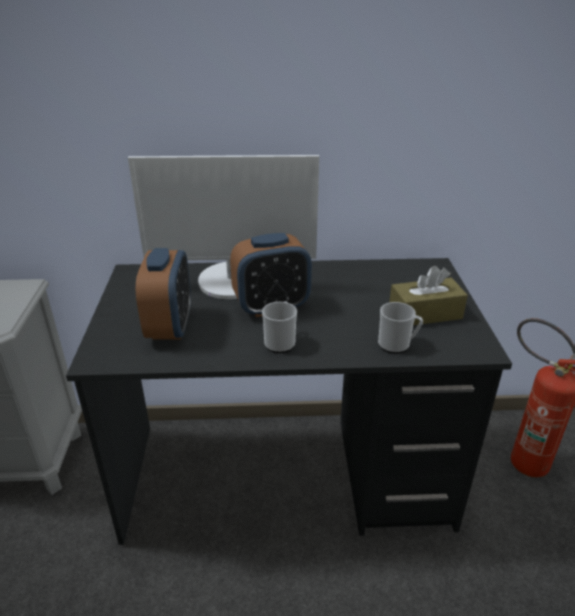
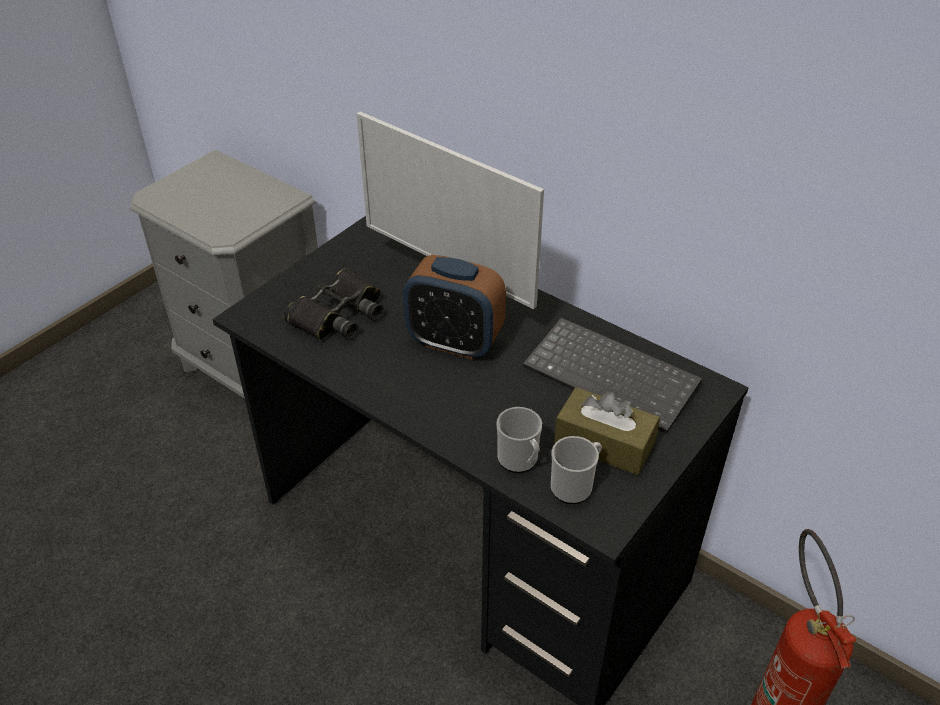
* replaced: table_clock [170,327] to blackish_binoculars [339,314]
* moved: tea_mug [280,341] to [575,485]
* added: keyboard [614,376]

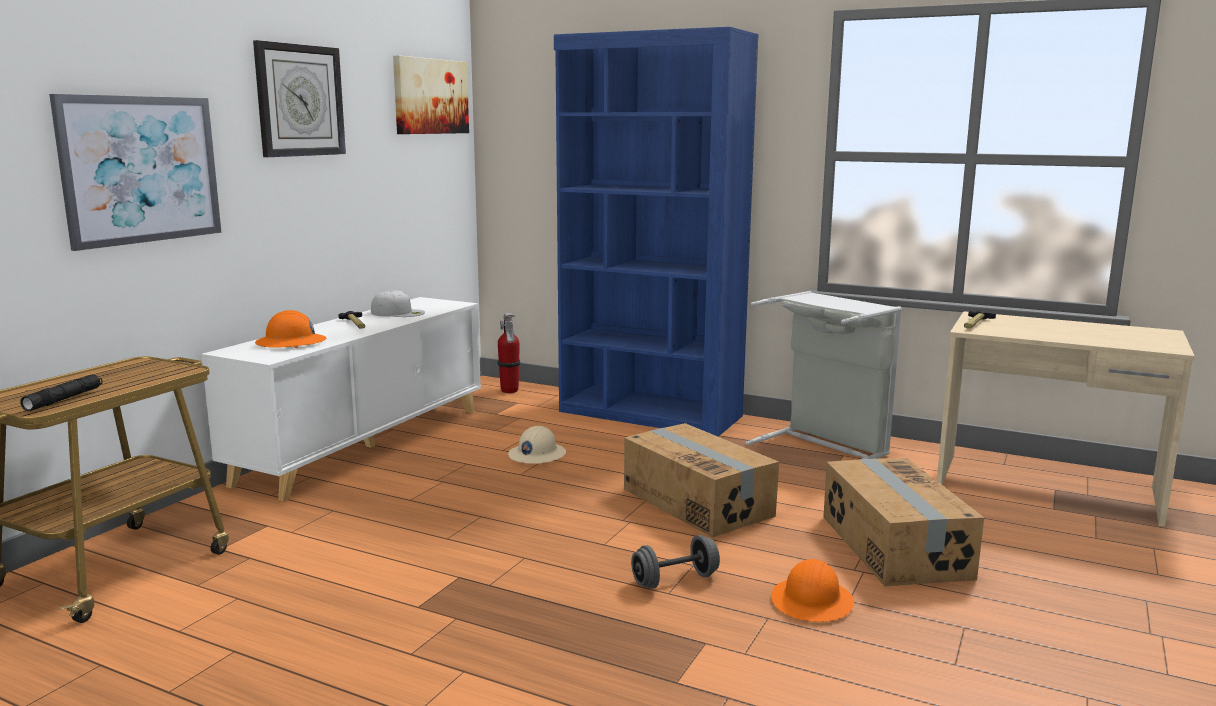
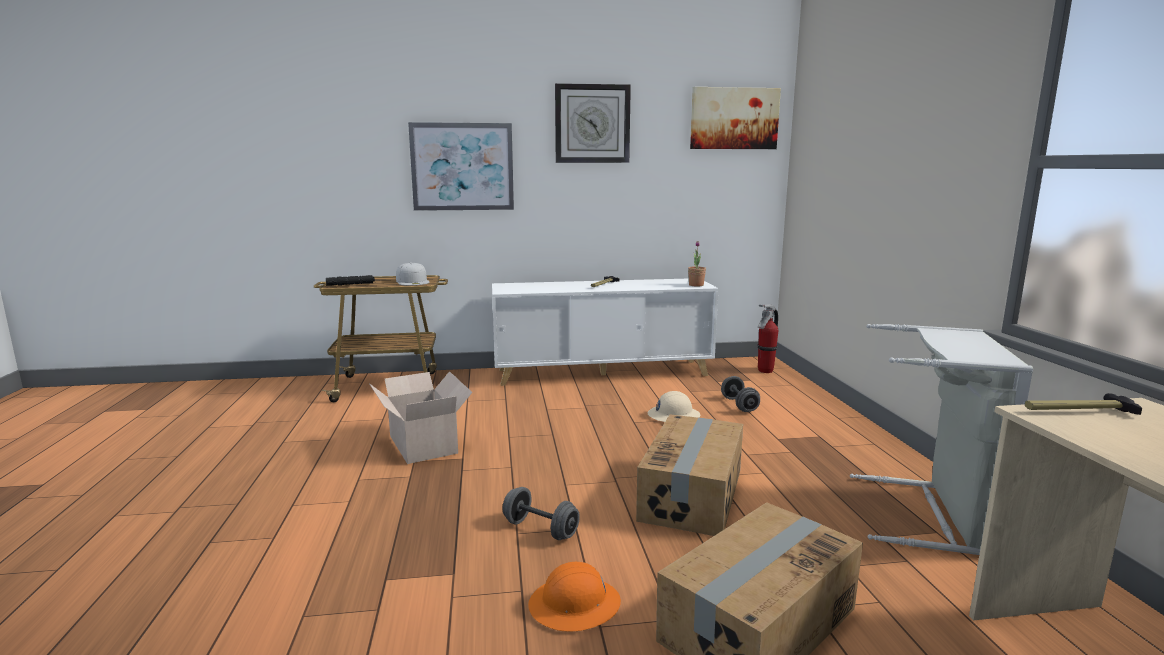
* removed: orangey_hard_hat [291,343]
* moved: white-coloured_peaked_cap [398,313] to [413,281]
* removed: bluish_bookcase [650,414]
* added: carton [423,443]
* added: potted_plant [696,285]
* added: greyish_dumbbell [739,405]

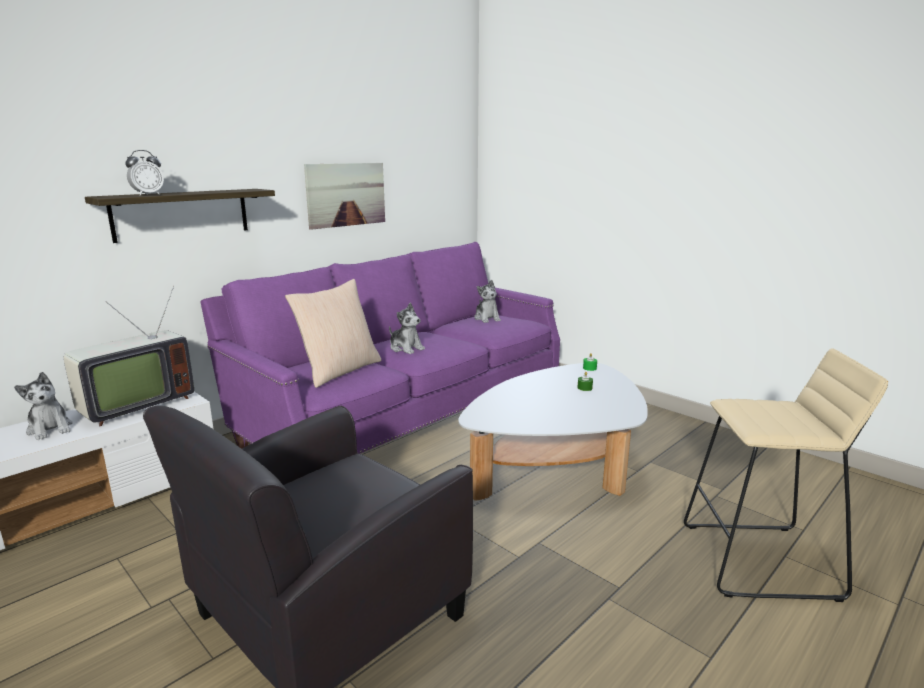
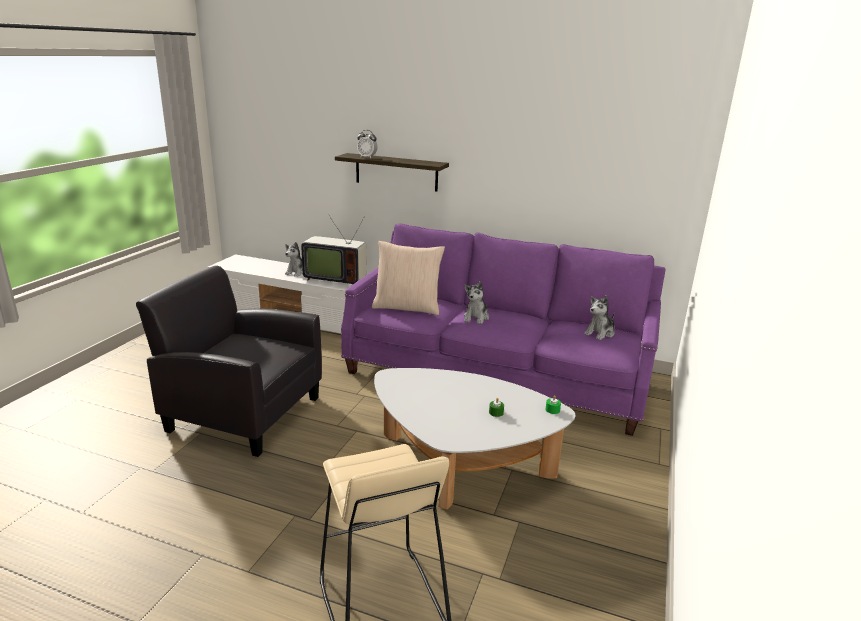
* removed: wall_picture [346,194]

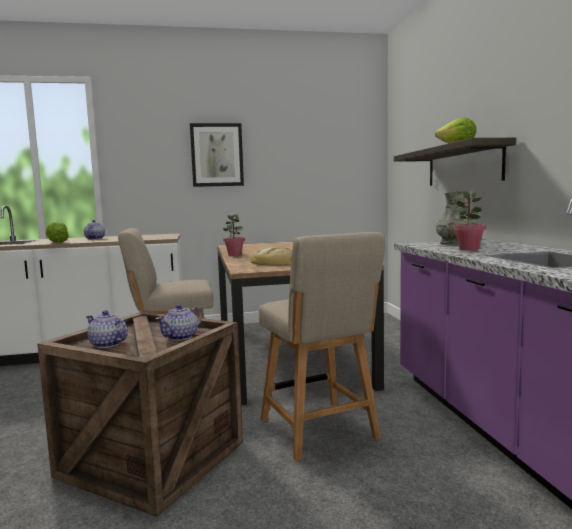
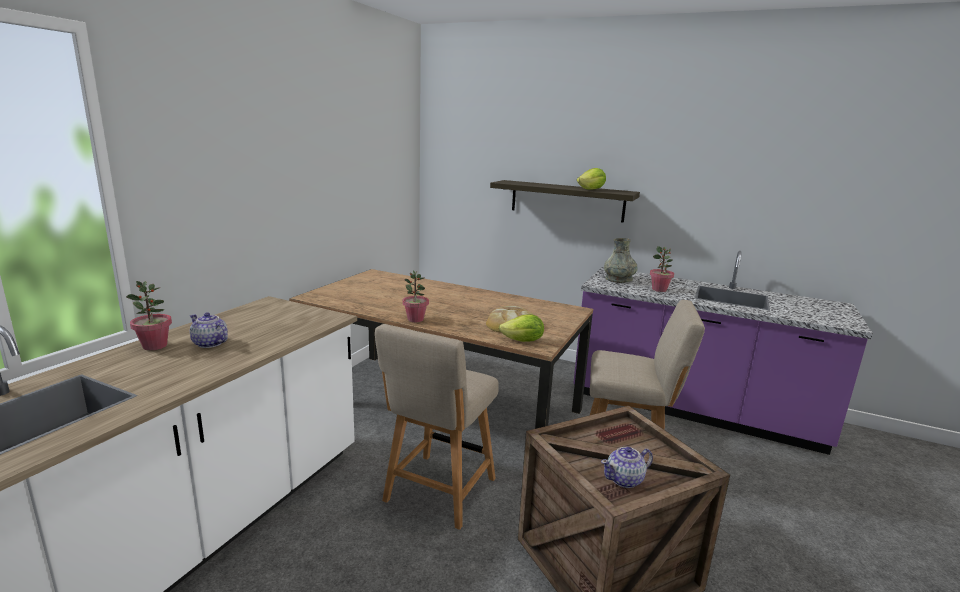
* moved: head_of_lettuce [57,242] to [523,341]
* removed: teapot [181,337]
* removed: wall_picture [217,155]
* added: potted_plant [155,346]

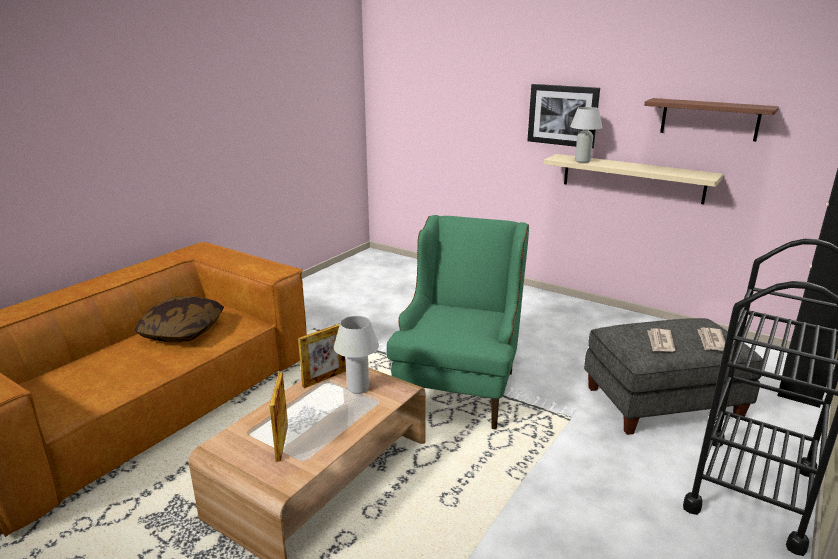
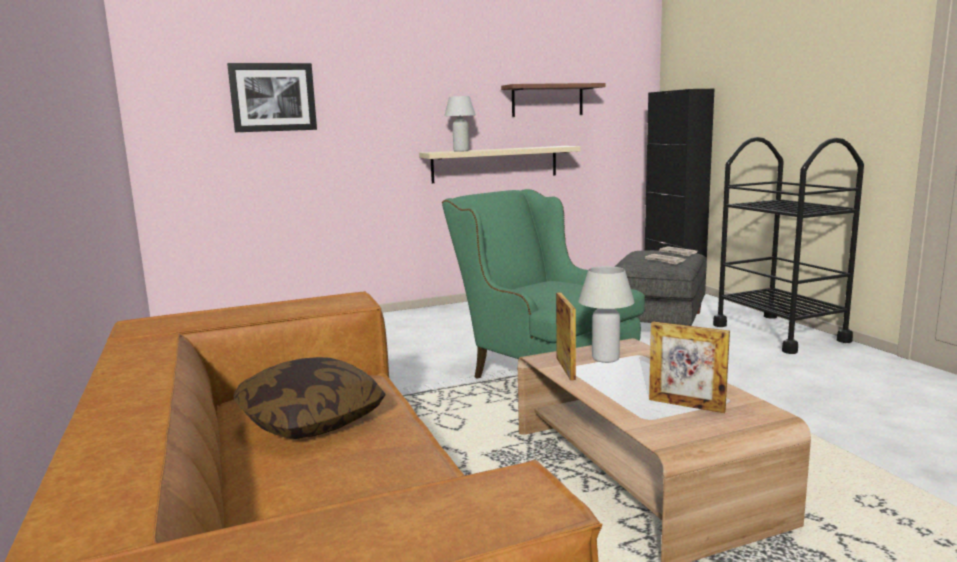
* moved: wall_picture [562,115] to [273,97]

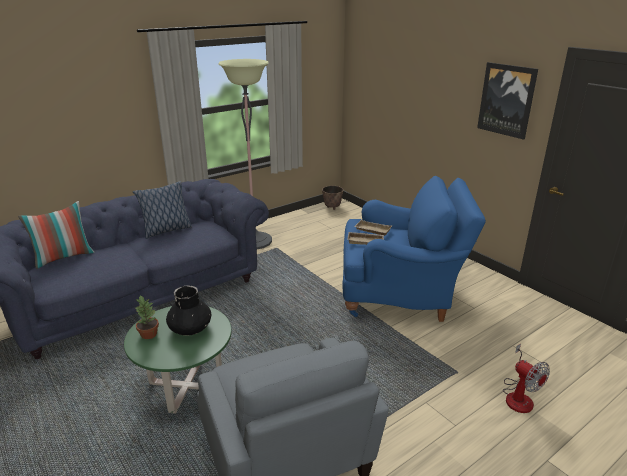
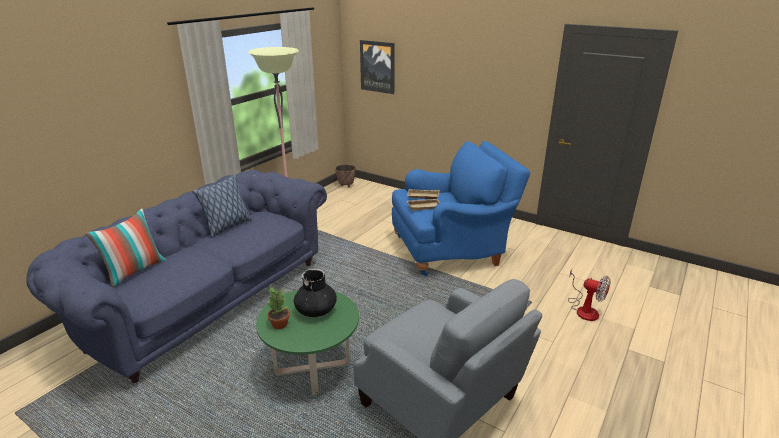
* moved: wall_picture [506,100] to [377,66]

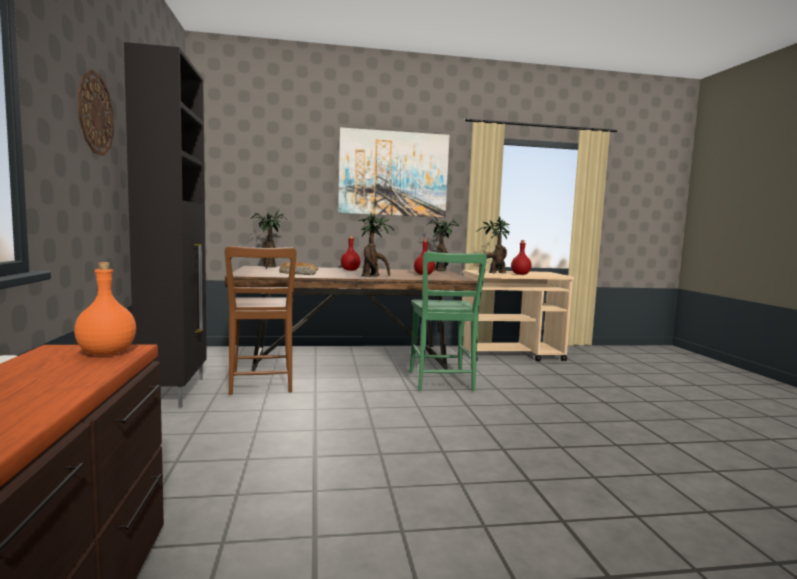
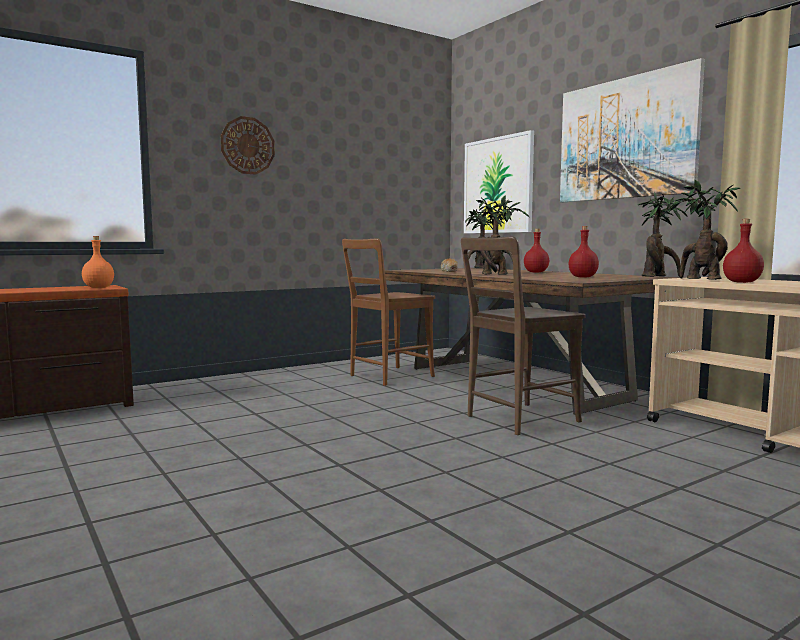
* removed: blackish_storage_cabinet [175,392]
* recoloured: green_plain_chair [441,382] to brown_plain_chair [517,419]
* added: wall_picture [498,185]

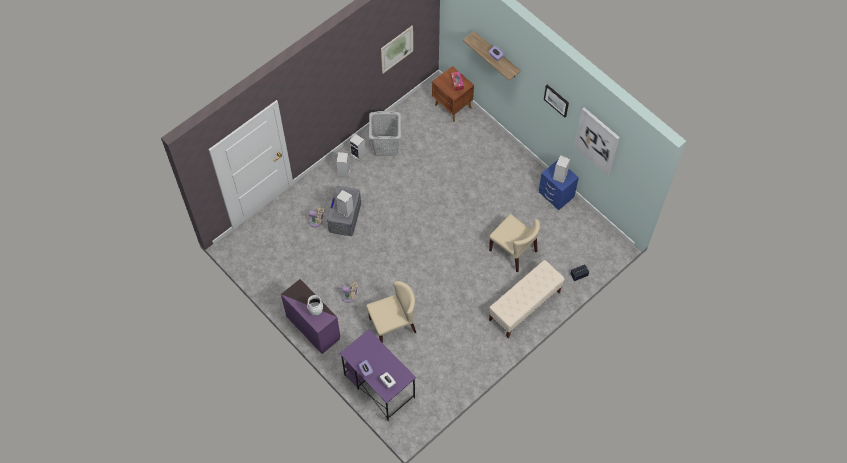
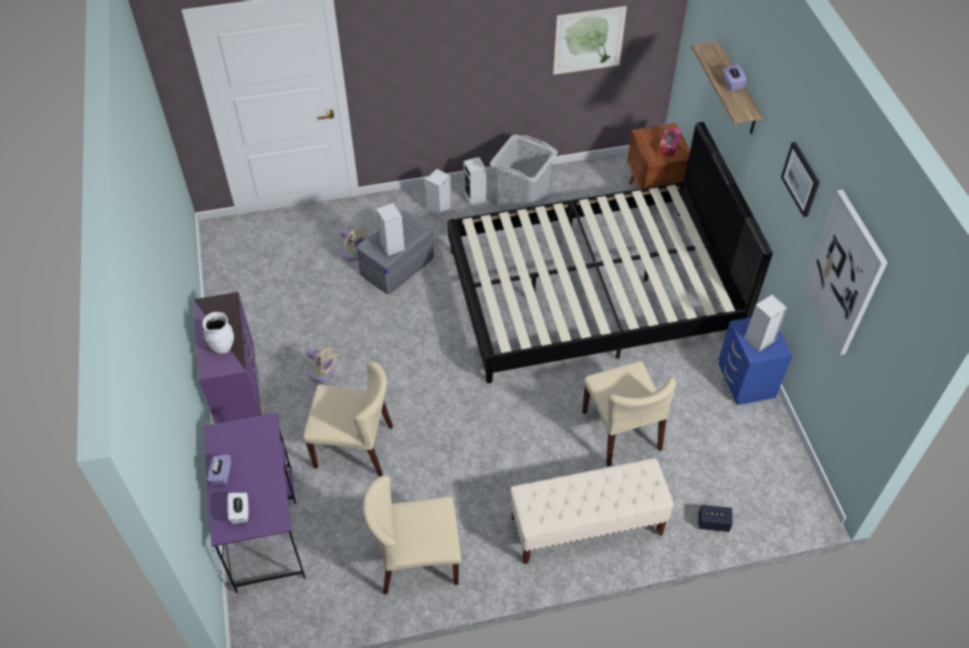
* added: beige-coloured_plain_chair [417,560]
* added: blackish_sleeping_bed [592,293]

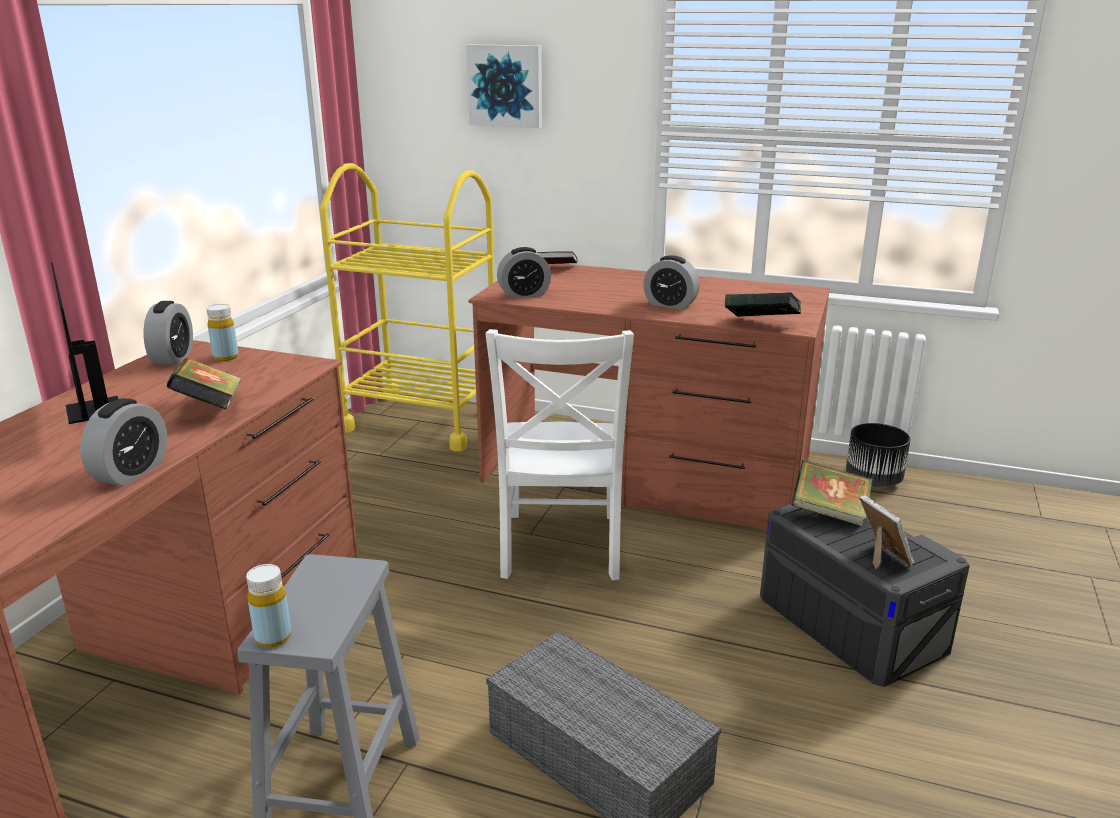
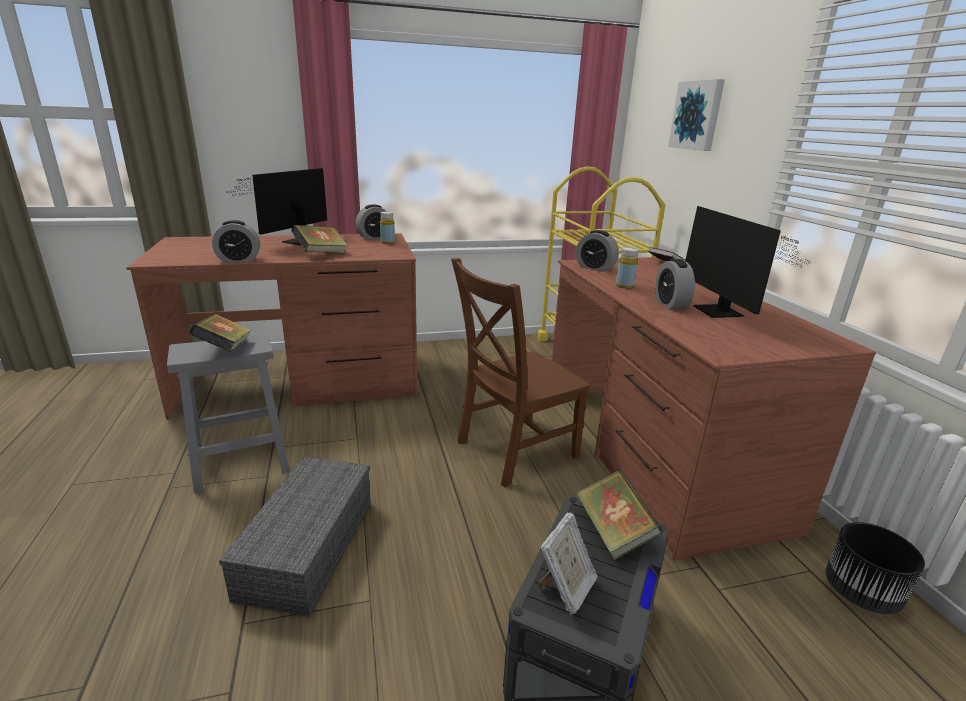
* moved: yellow-coloured_beverage_bottle [273,637] to [624,286]
* recoloured: white-coloured_plain_chair [560,549] to brown_plain_chair [512,451]
* moved: book [761,325] to [225,349]
* added: computer_screen [719,313]

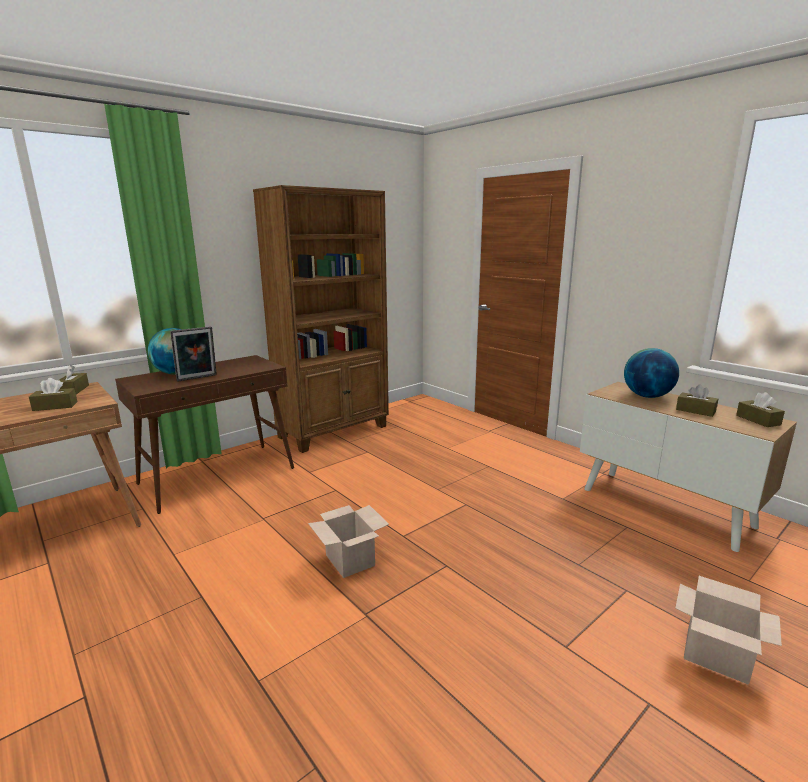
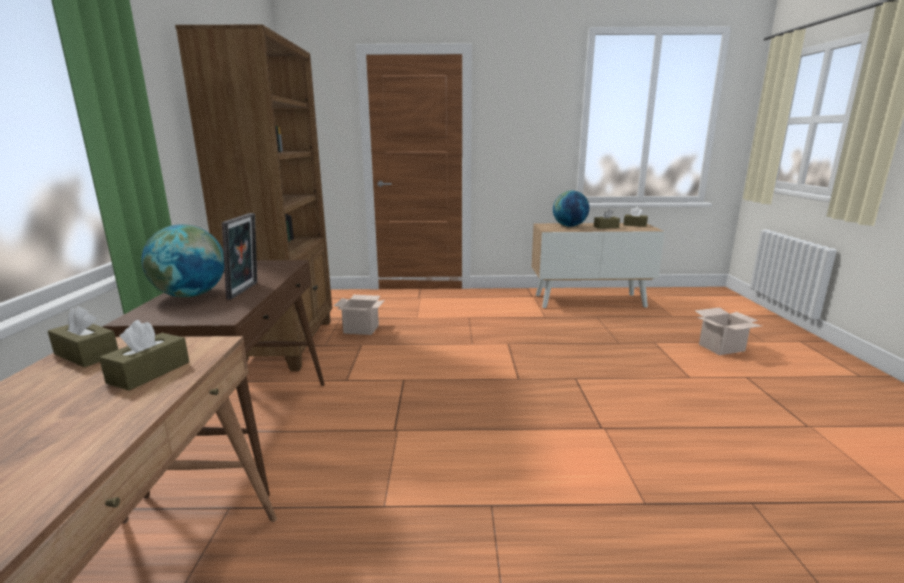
* moved: carton [351,560] to [362,329]

